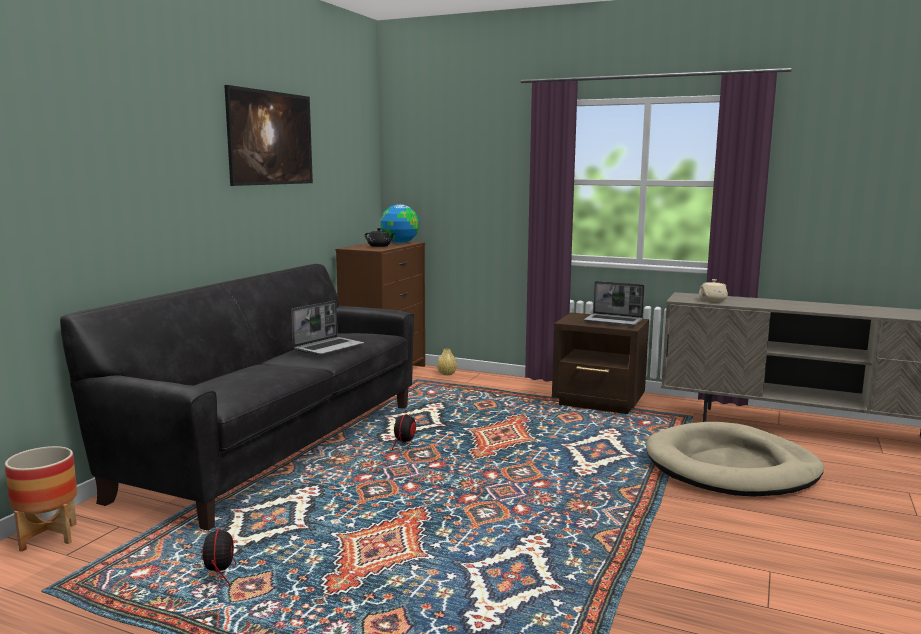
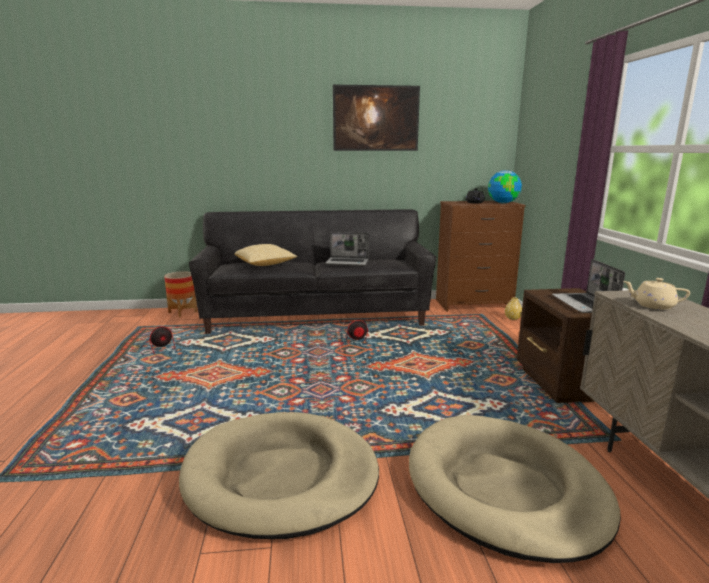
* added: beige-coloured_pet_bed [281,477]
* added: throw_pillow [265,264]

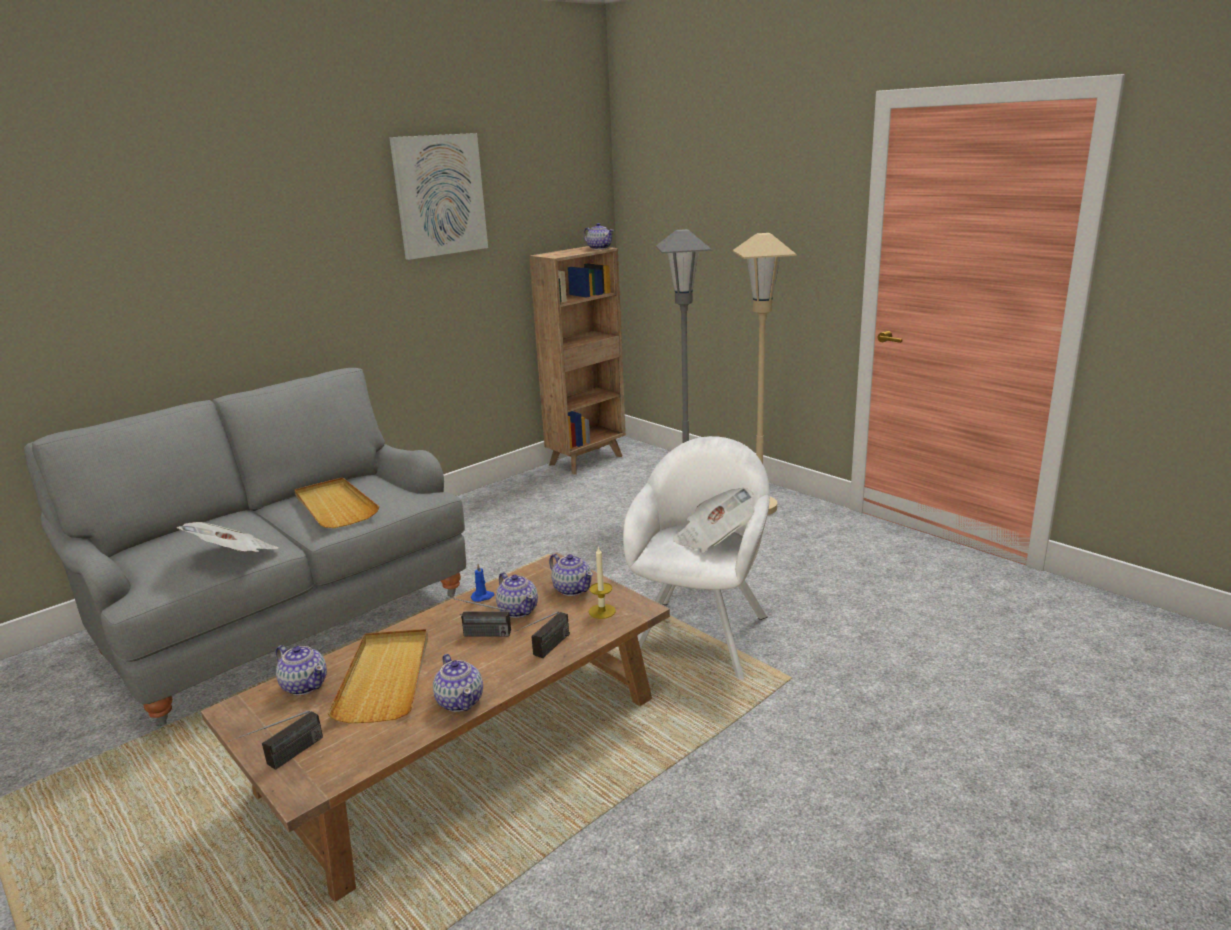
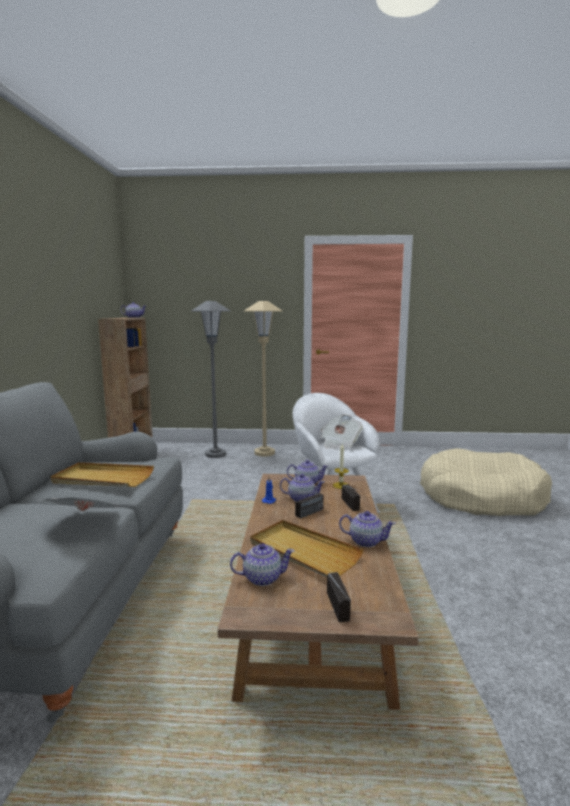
* removed: wall_picture [439,195]
* added: beige-coloured_pet_bed [480,497]

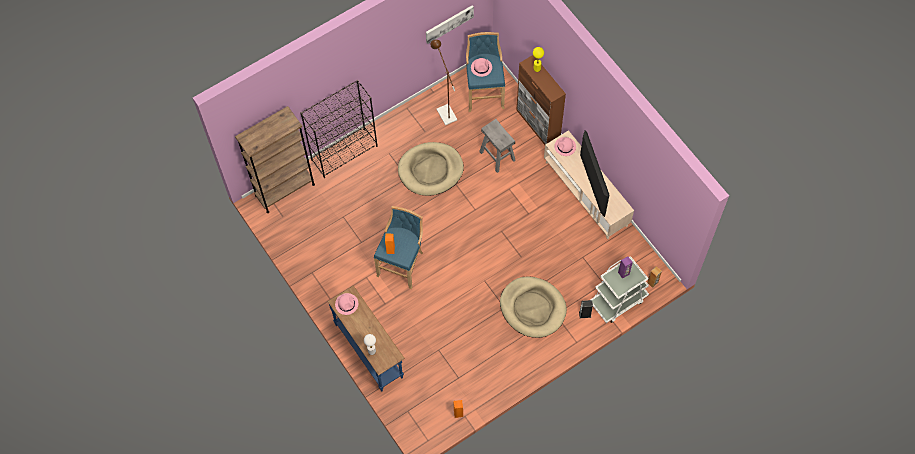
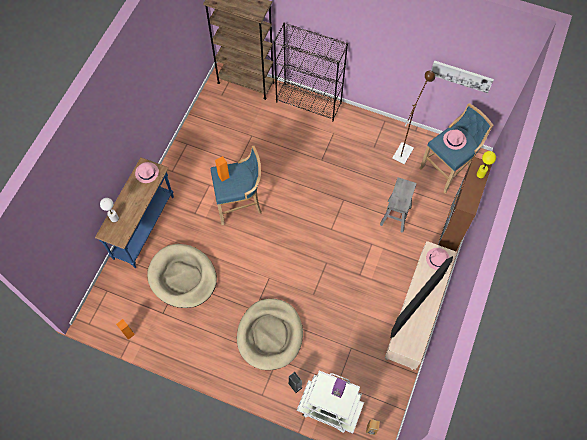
* moved: beige-coloured_pet_bed [430,170] to [182,277]

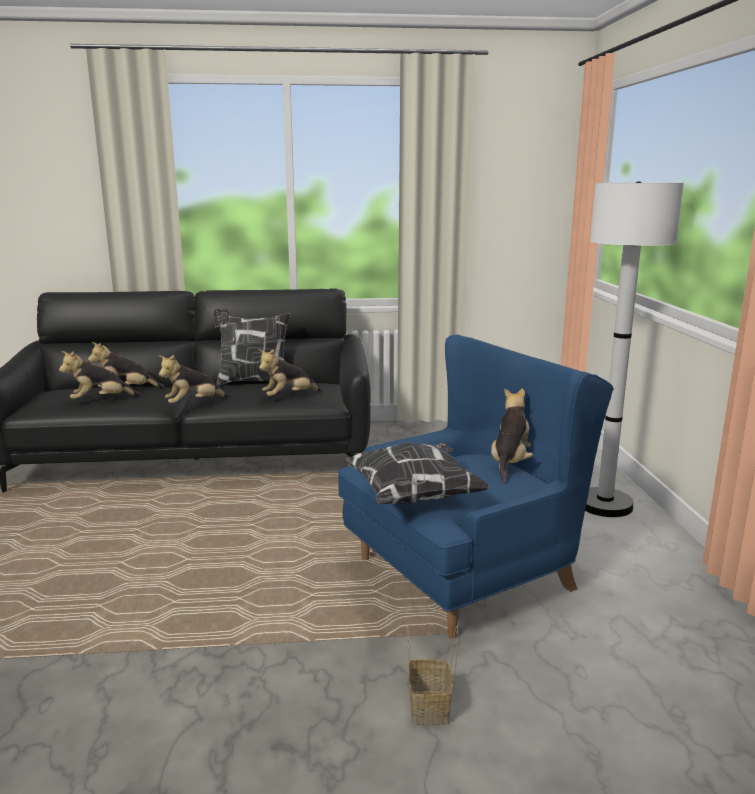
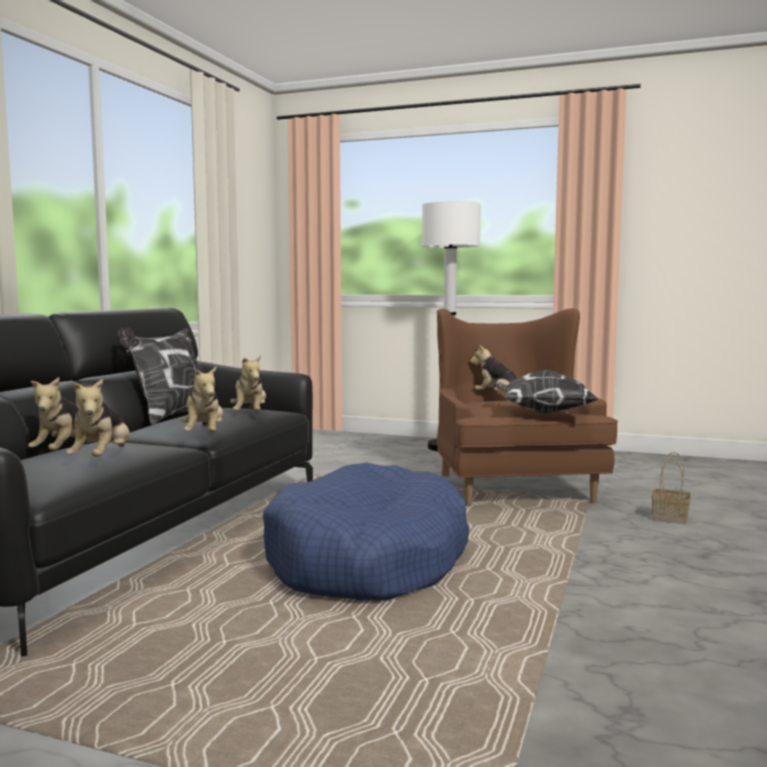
* recoloured: bluish_lounge_chair [470,572] to brown_lounge_chair [512,486]
* added: bluish_pet_bed [367,560]

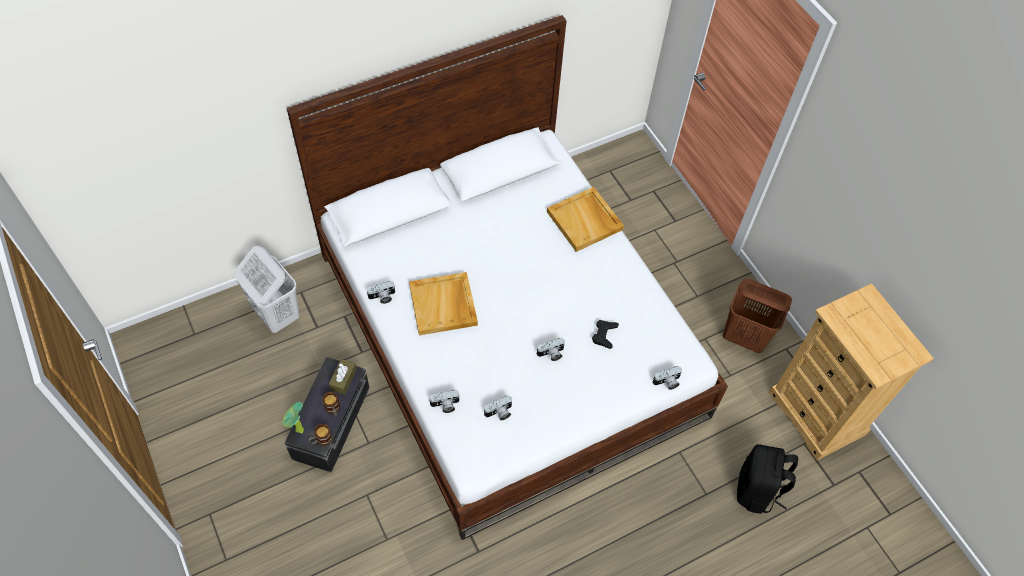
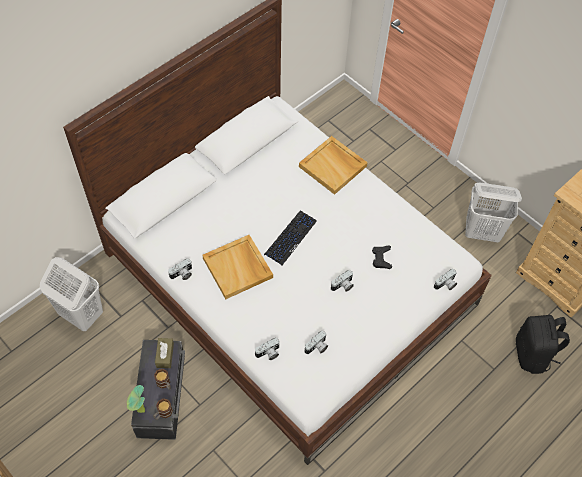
* recoloured: brown_washing_basket [745,337] to white-coloured_washing_basket [482,232]
* added: keyboard [290,238]

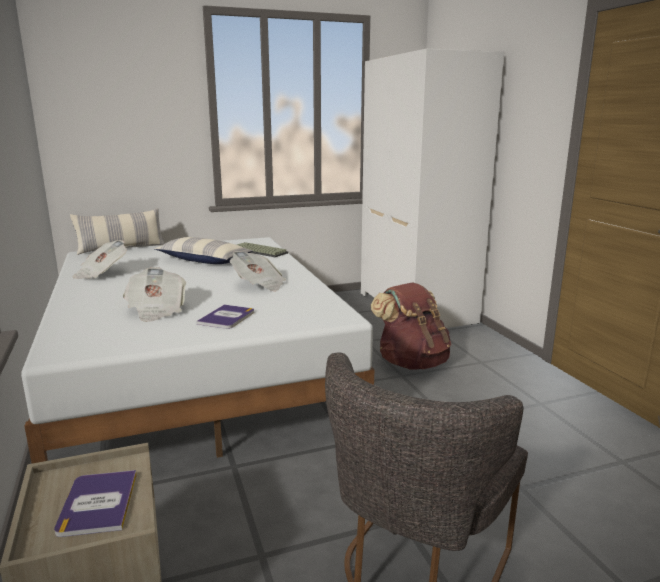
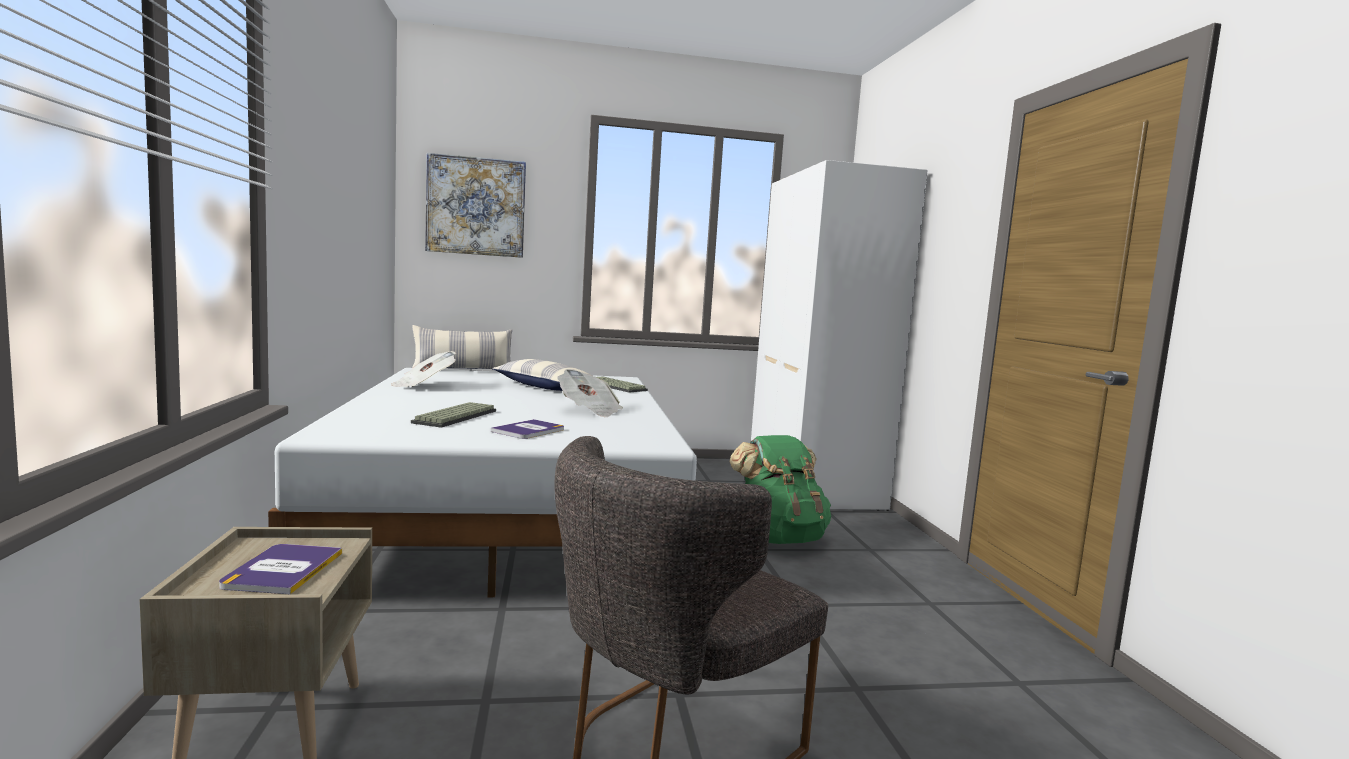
* replaced: newspaper [156,310] to keyboard [456,417]
* recoloured: brown_backpack [412,362] to green_backpack [778,538]
* added: wall_picture [476,206]

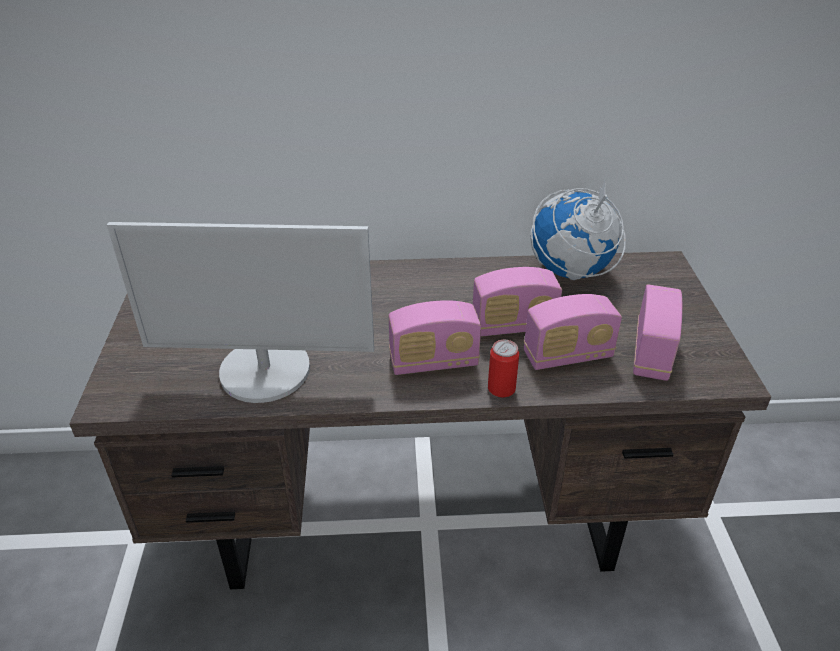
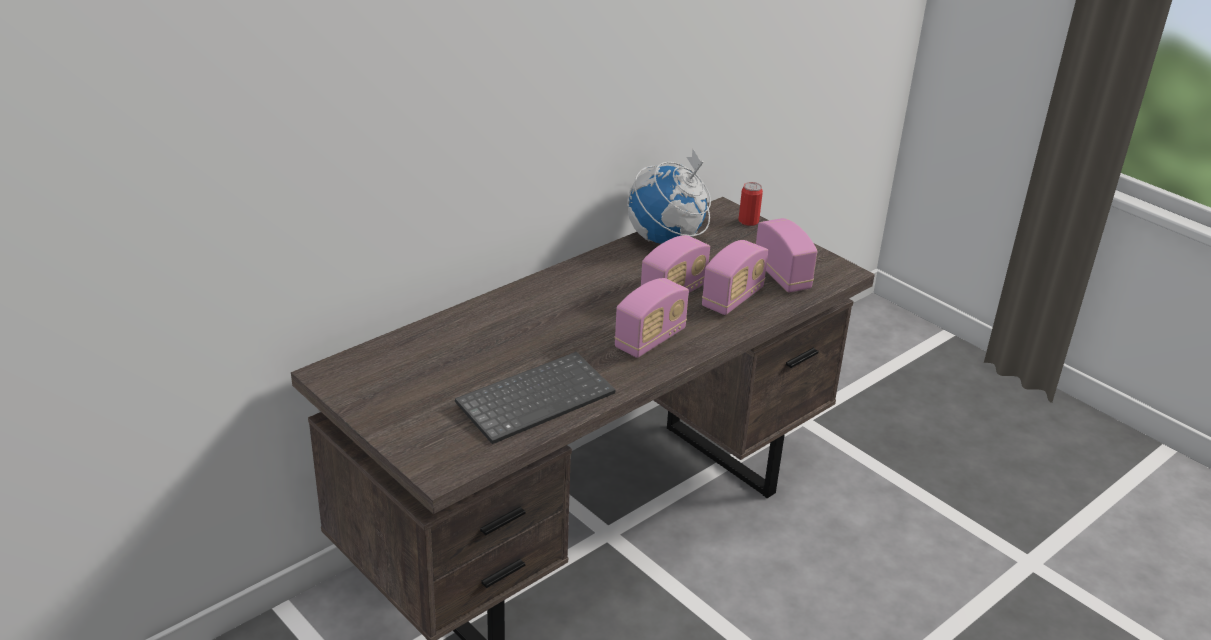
* replaced: computer_screen [265,371] to keyboard [536,398]
* moved: can [501,388] to [748,221]

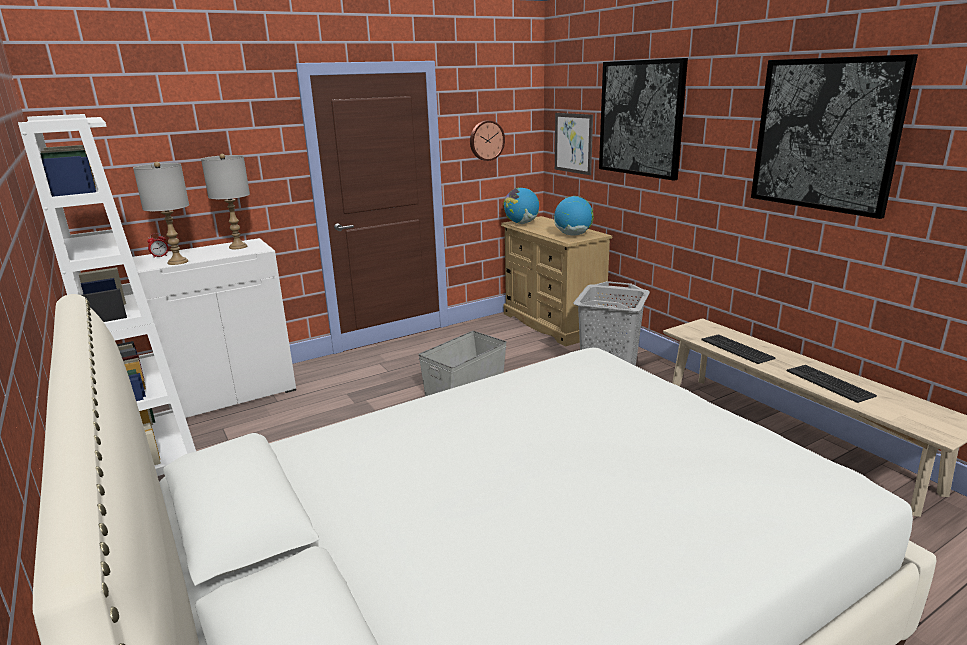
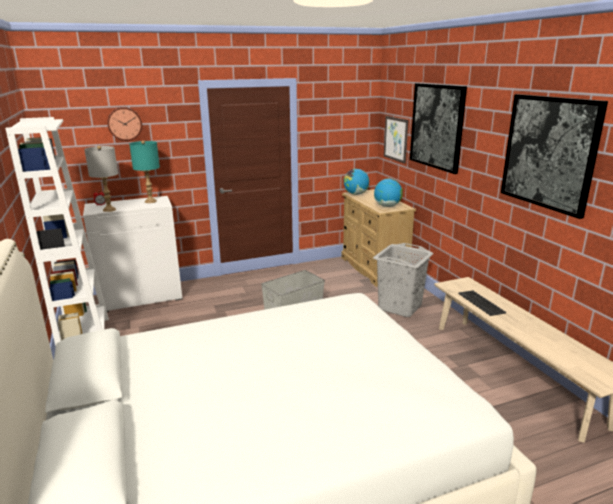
* recoloured: greyish_table_lamp [238,247] to blue-green_table_lamp [150,201]
* moved: clock_on_the_wall [486,140] to [124,123]
* removed: keyboard [830,383]

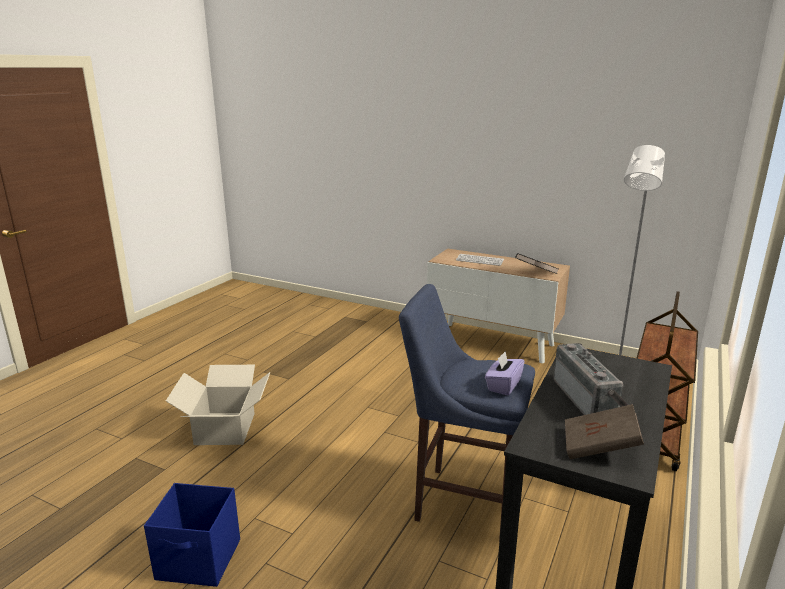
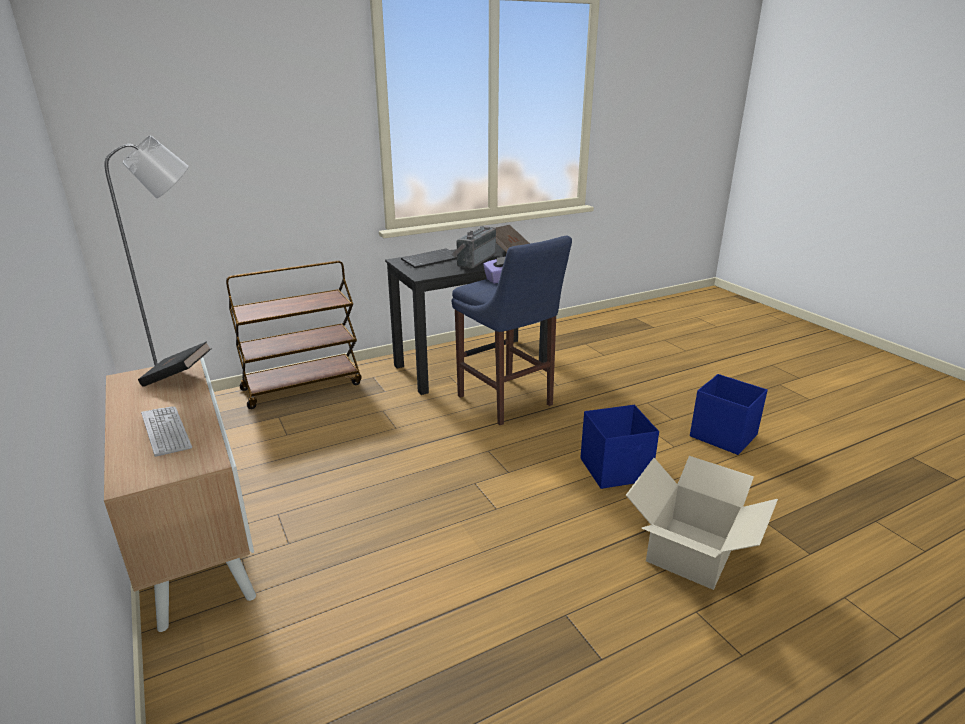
* added: keyboard [431,259]
* added: bluish_storage_container [616,470]

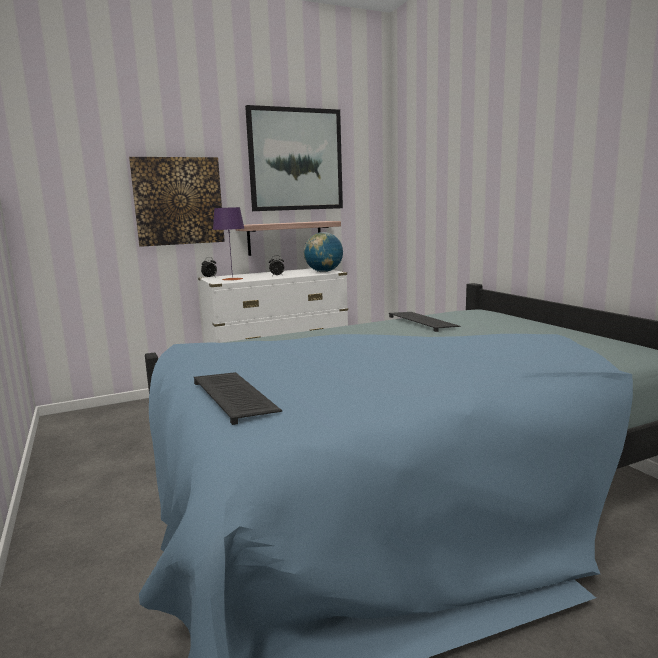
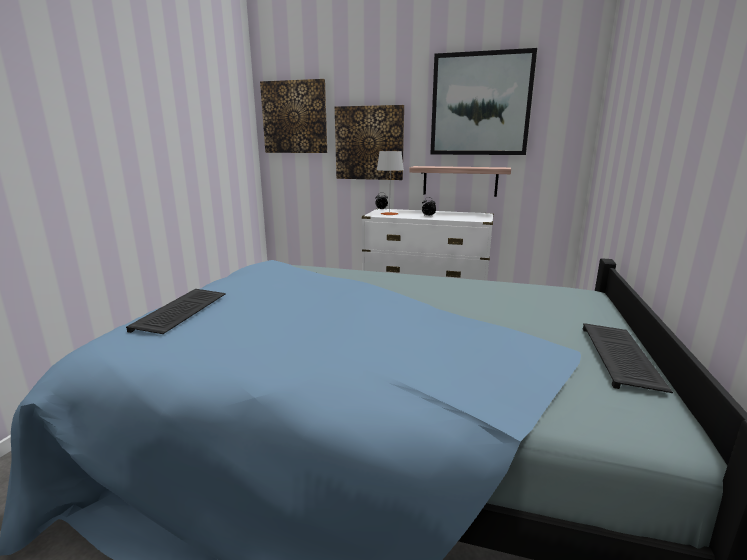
* recoloured: purple_table_lamp [232,279] to greyish_table_lamp [389,214]
* removed: world_globe [324,272]
* moved: keyboard [423,322] to [622,358]
* added: wall_picture [294,117]

